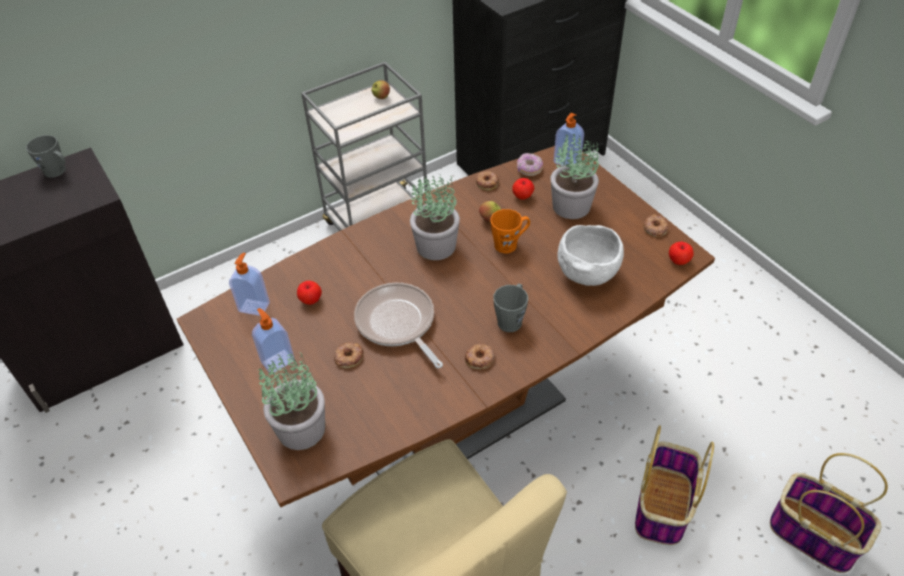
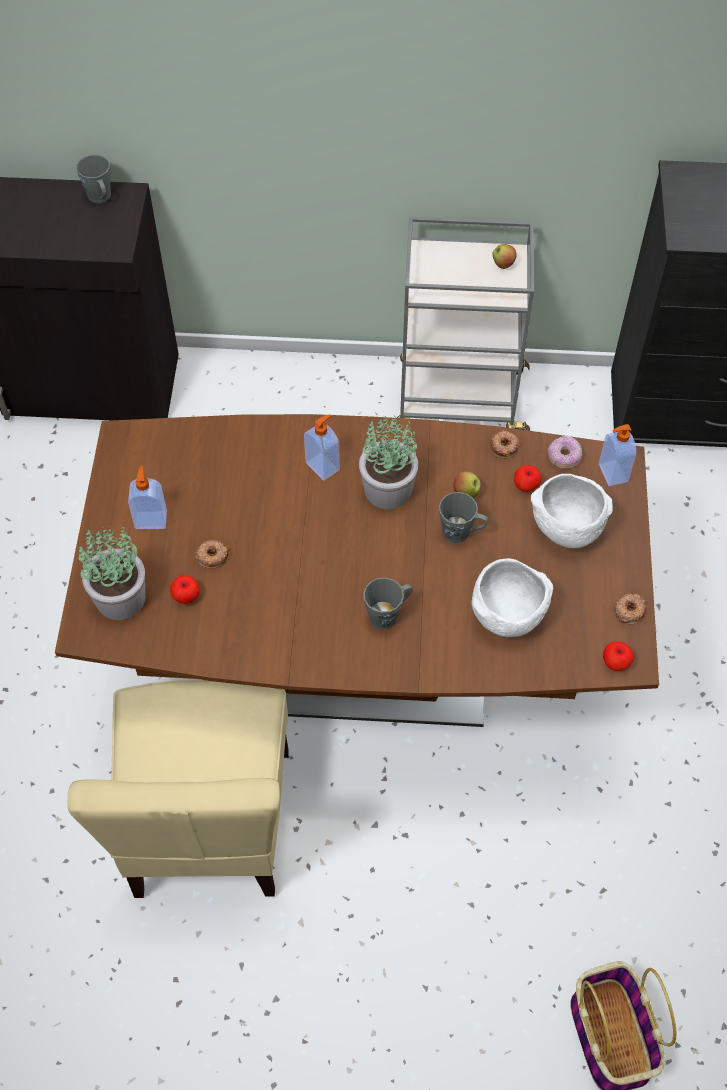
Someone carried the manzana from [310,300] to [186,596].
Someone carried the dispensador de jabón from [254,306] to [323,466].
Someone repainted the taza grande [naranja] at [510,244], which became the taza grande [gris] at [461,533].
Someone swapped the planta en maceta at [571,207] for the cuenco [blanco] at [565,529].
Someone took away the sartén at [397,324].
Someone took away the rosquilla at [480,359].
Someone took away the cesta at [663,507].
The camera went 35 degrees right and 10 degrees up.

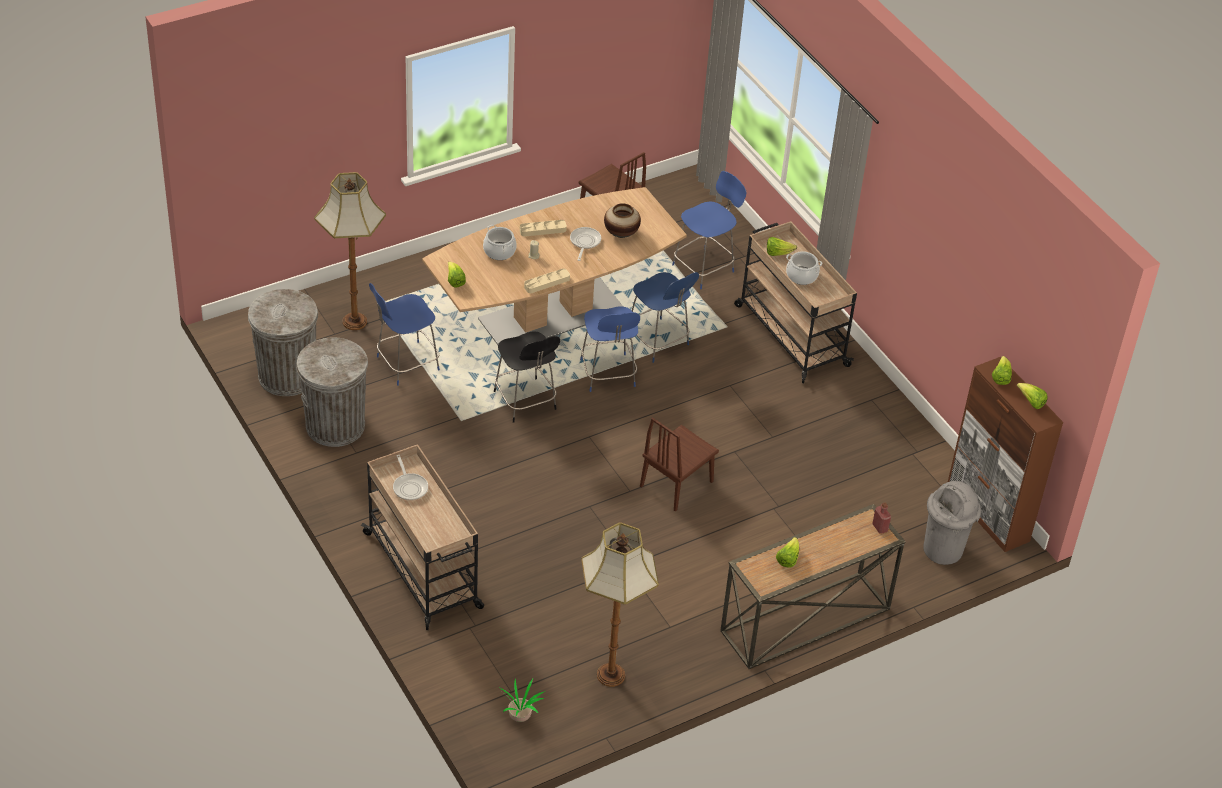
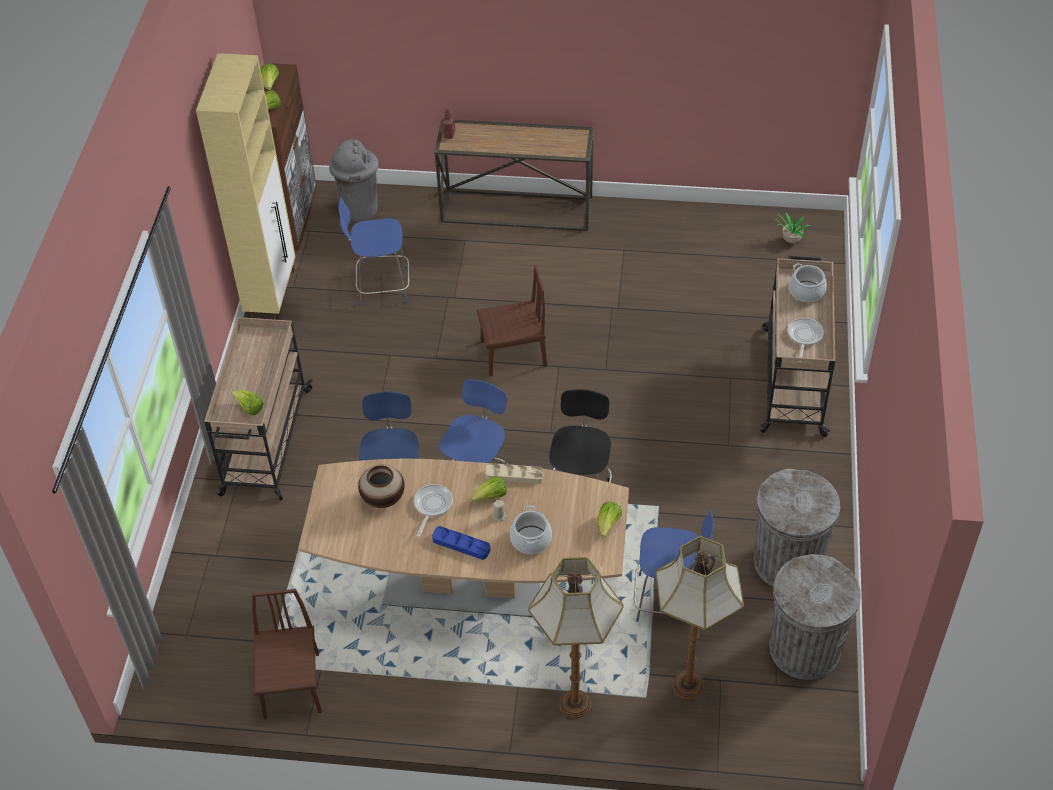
Someone put down the armario [beis] at [272,295].
Someone carried the taburete [azul] from [705,267] to [381,287].
Someone rotated the sartén at [584,242] by 150 degrees clockwise.
Someone repainted the bandeja [beis] at [543,230], which became the bandeja [azul] at [461,545].
Someone carried the lechuga from [788,559] to [491,497].
Someone carried the lámpara de pie from [610,676] to [576,703].
Someone carried the olla from [801,276] to [806,292].
The camera went 140 degrees left and 5 degrees up.

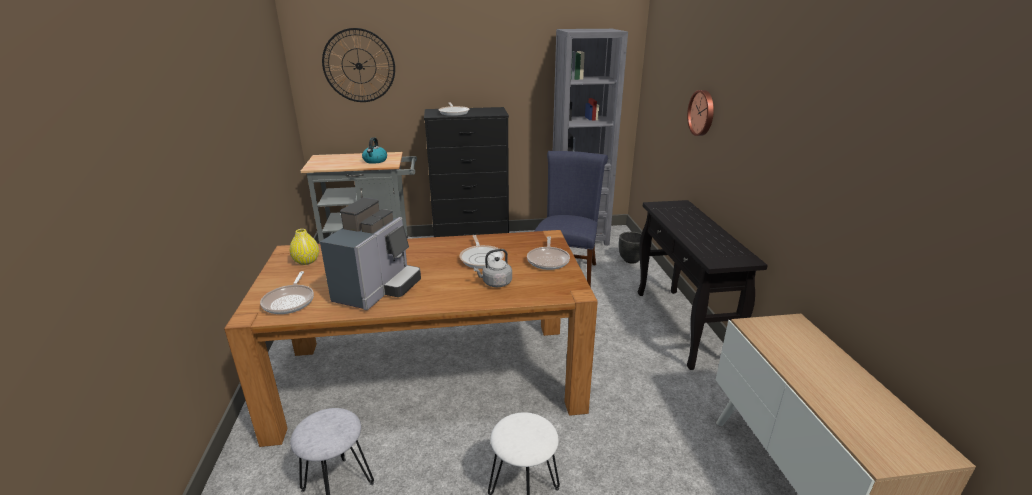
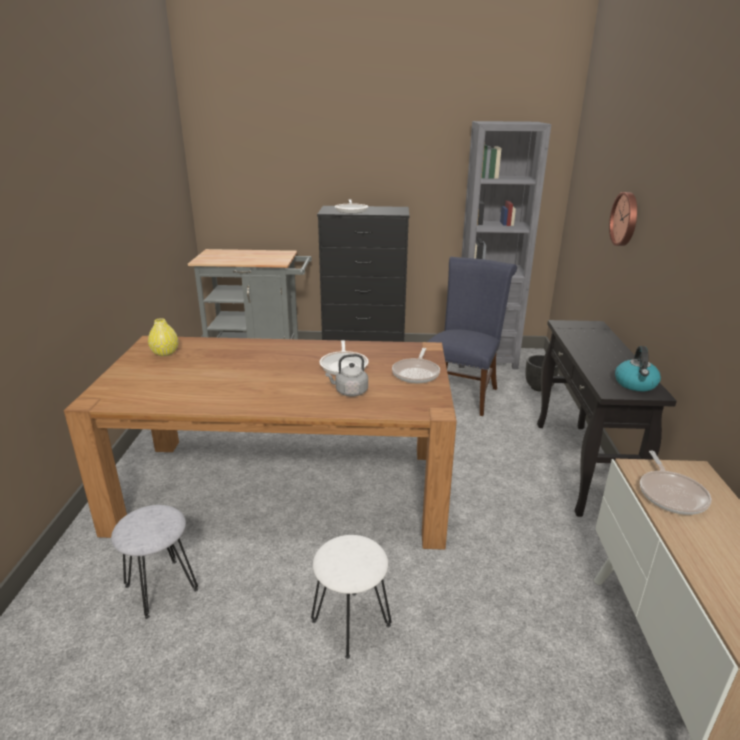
Someone carried the hervidor from [375,161] to [635,384].
Someone carried the sartén from [290,301] to [671,494].
Someone took away the cafetera at [377,289].
Someone took away the reloj de pared at [359,66].
The camera went 10 degrees right and 0 degrees up.

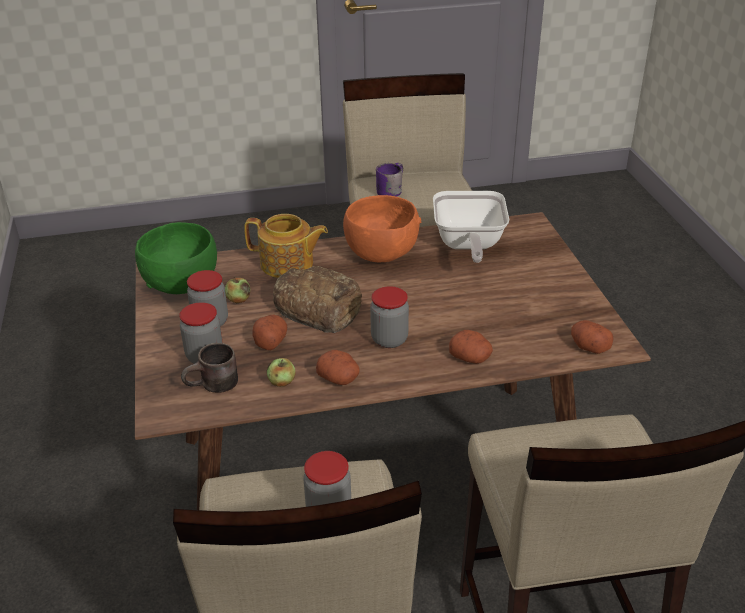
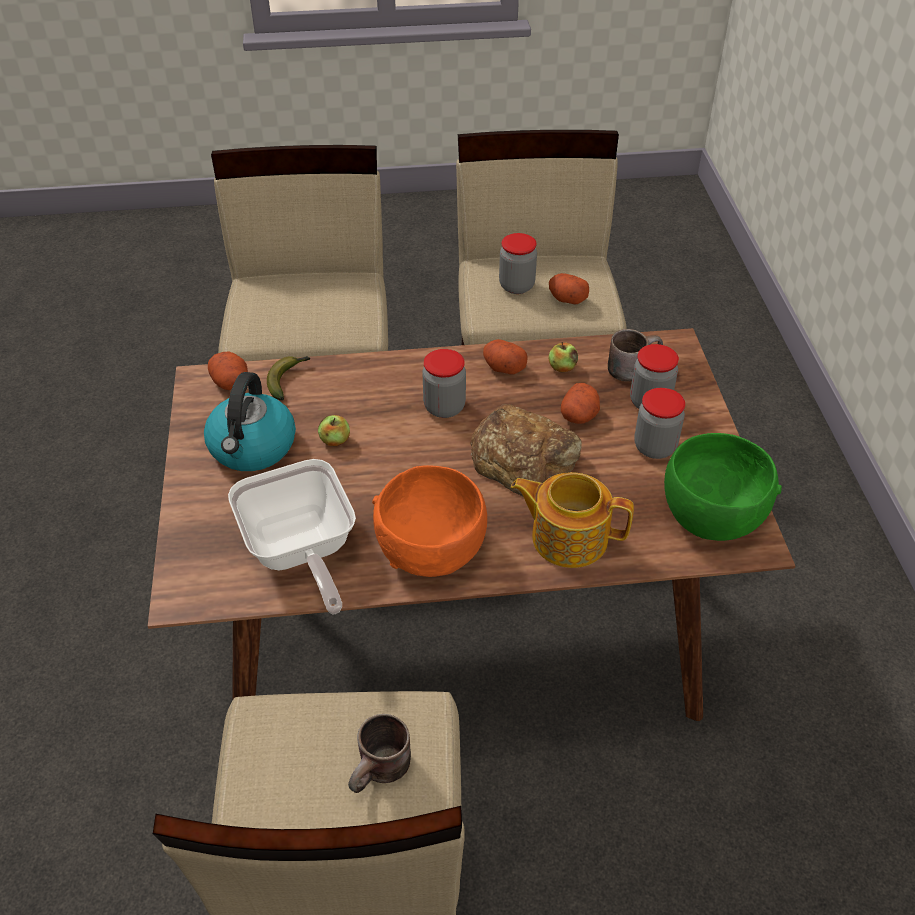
Someone put down the hervidor at [252,447].
Someone rotated the sartén at [468,245] by 150 degrees clockwise.
Someone put down the plátano at [288,380].
Someone carried the manzana from [238,299] to [335,441].
Someone repainted the taza grande [morado] at [389,190], which became the taza grande [marrón] at [383,773].
Someone carried the patata from [471,357] to [566,298].
The camera went 175 degrees left and 10 degrees up.

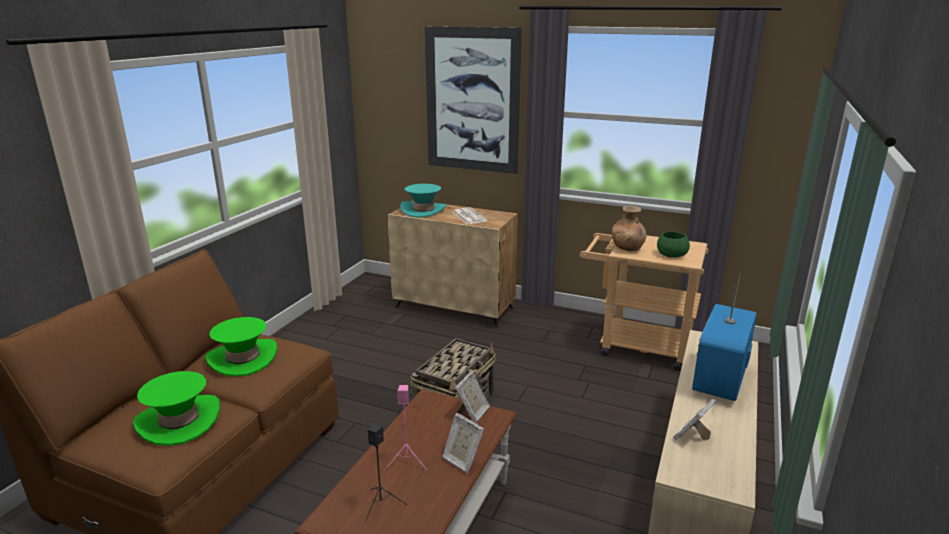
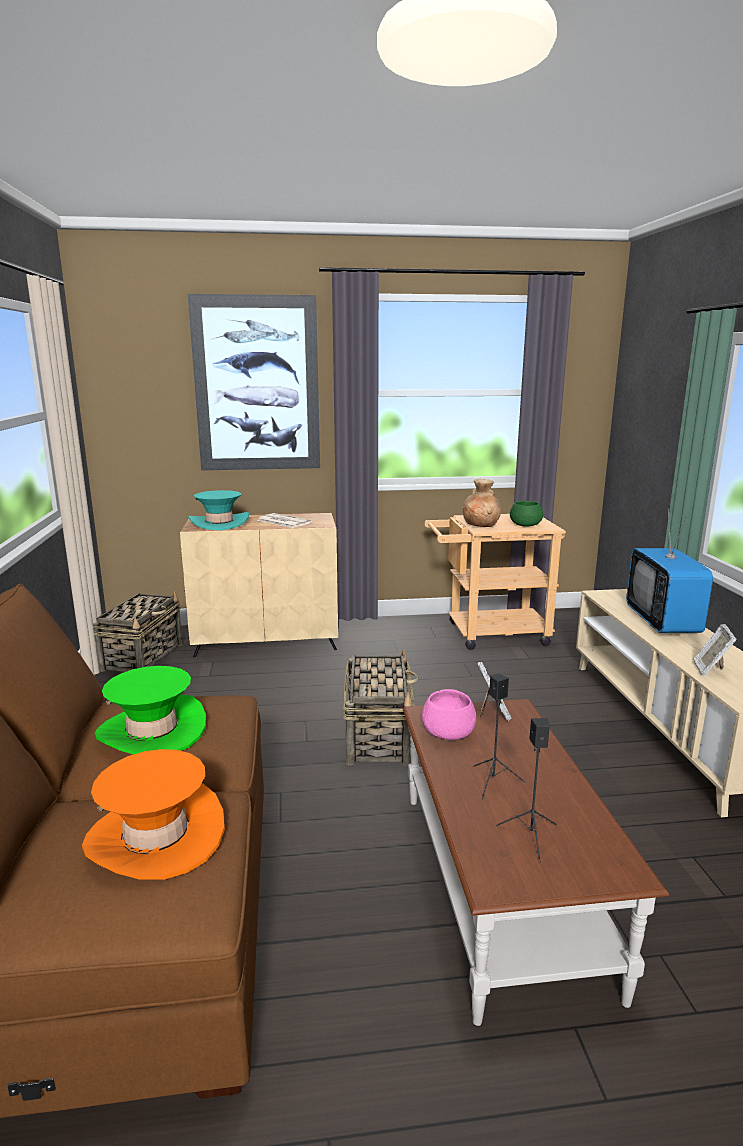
Someone repainted the sombrero [verde] at [179,421], which became the sombrero [naranja] at [156,836].
Someone put down the cesta at [143,656].
Someone put down the cuenco [rosa] at [448,732].
Someone repainted the altavoz [rosa] at [407,461], which became the altavoz [negro] at [494,781].
Someone took away the portarretratos at [462,460].
The camera went 30 degrees left and 5 degrees down.

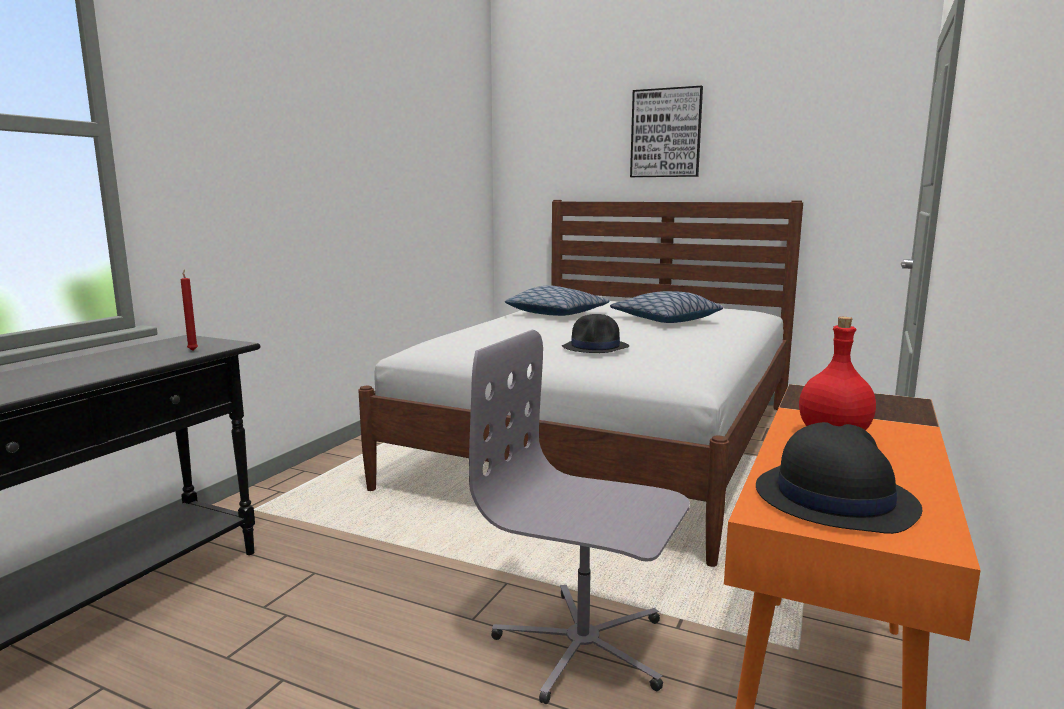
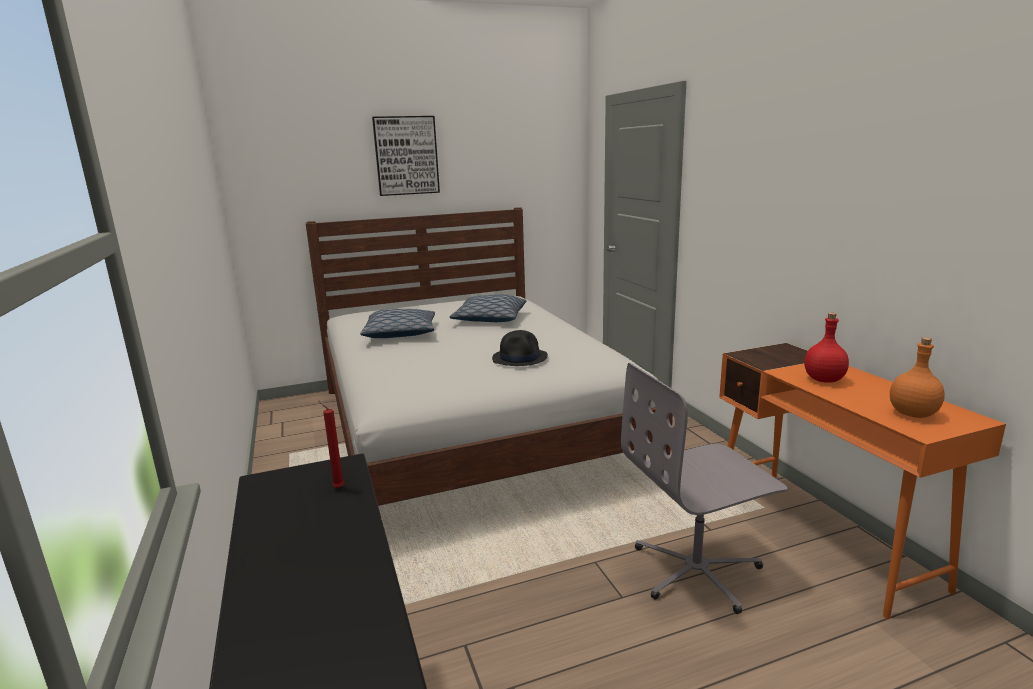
Someone swapped the sombrero [negro] at [833,498] for the botella [naranja] at [912,414].
The camera went 45 degrees left and 5 degrees up.

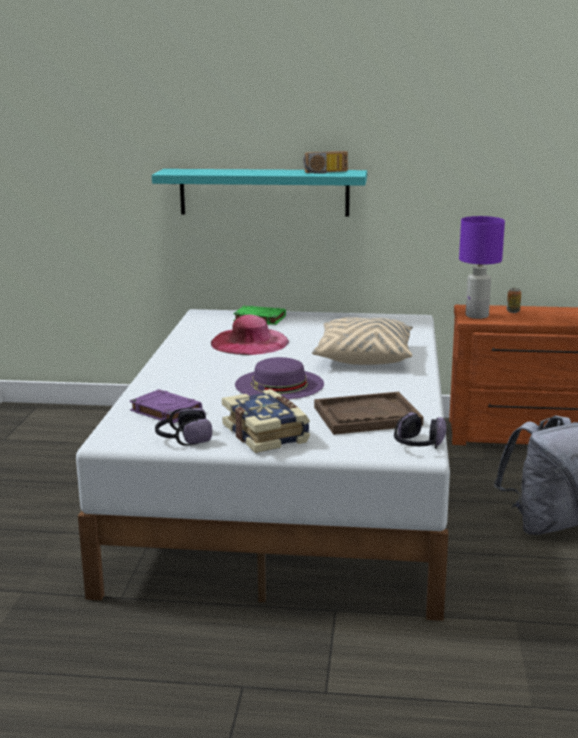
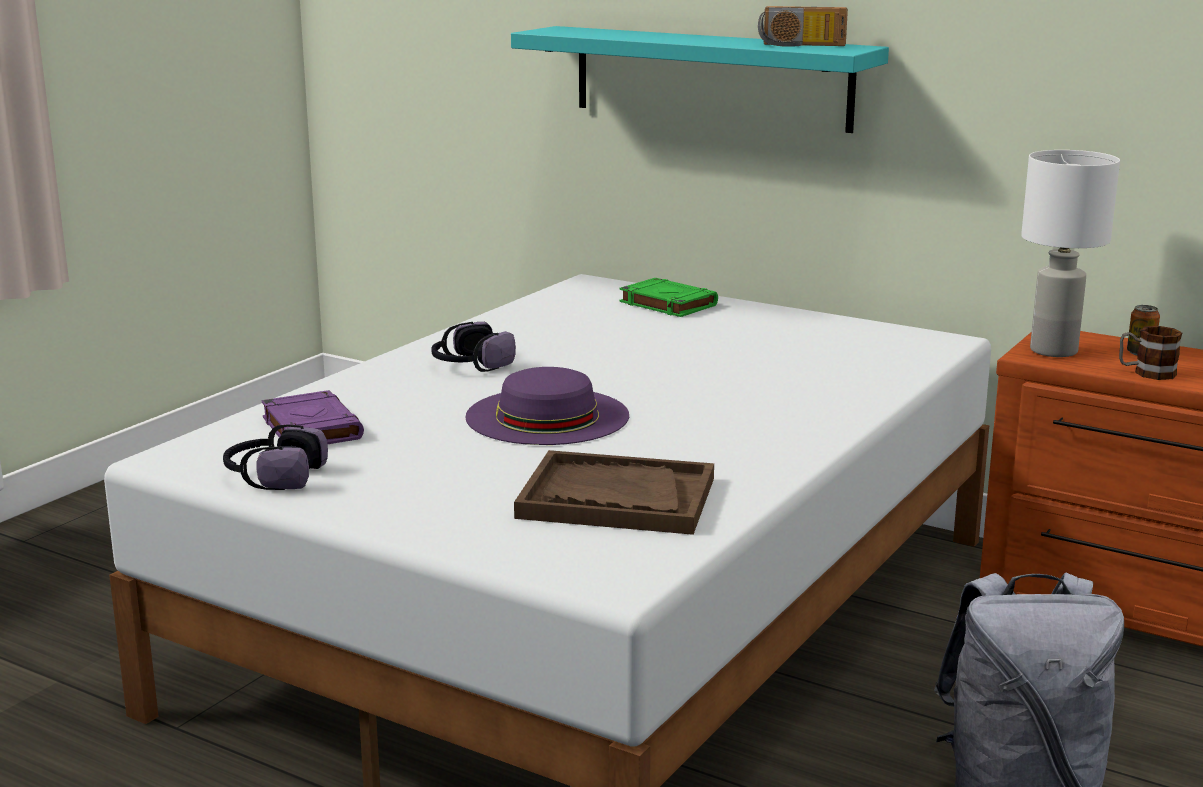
Someone carried the auriculares from [417,445] to [470,365].
Someone repainted the lámpara de mesa [morado] at [476,316], which became the lámpara de mesa [blanco] at [1053,351].
Someone put down the taza grande at [1146,373].
Someone took away the sombrero [rosa] at [249,342].
Someone took away the libro at [267,434].
Someone took away the cojín [beis] at [364,357].
The camera went 25 degrees right and 0 degrees up.

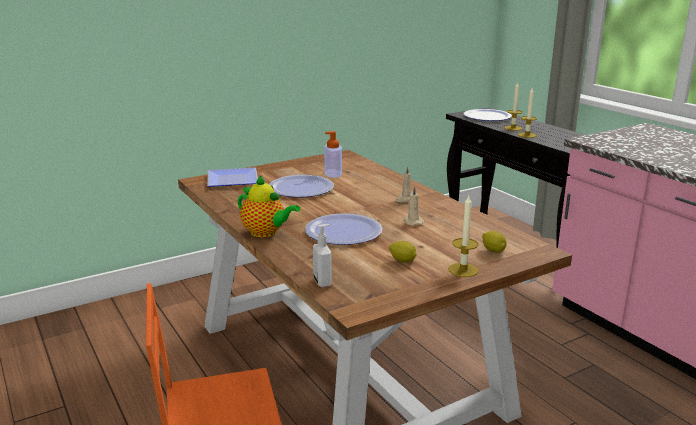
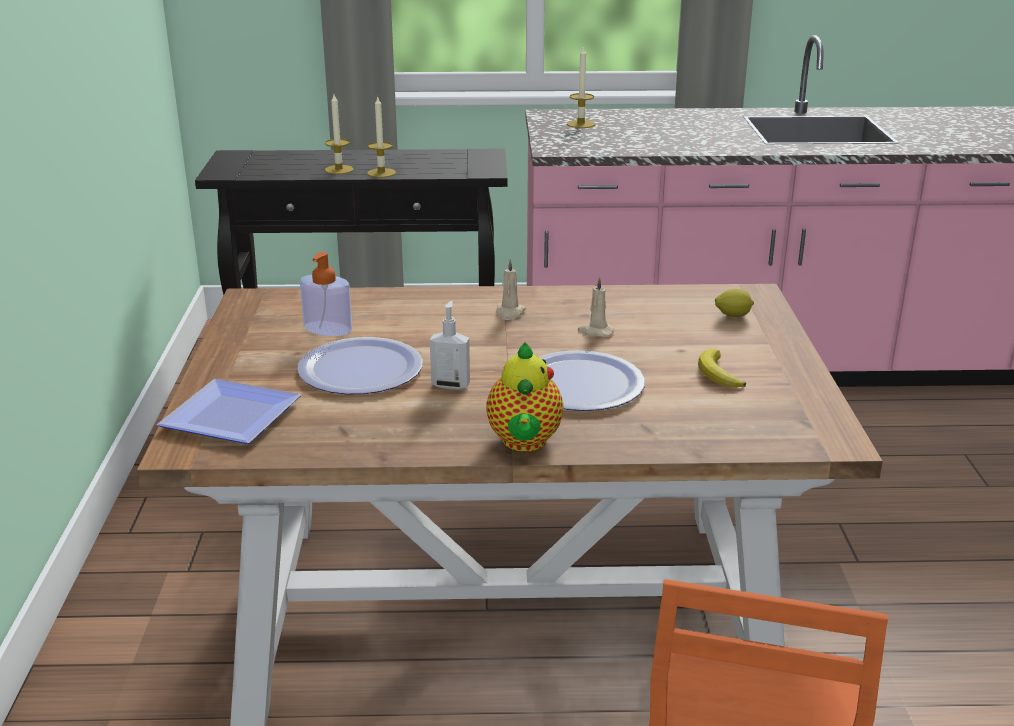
Someone carried the dispensador de jabón from [323,282] to [451,385].
Someone rotated the tetera at [266,233] by 120 degrees clockwise.
Someone carried the vela from [463,270] to [581,124].
Someone swapped the limón at [402,261] for the plátano at [717,374].
Someone took away the plato at [487,116].
The camera went 60 degrees left and 5 degrees up.

